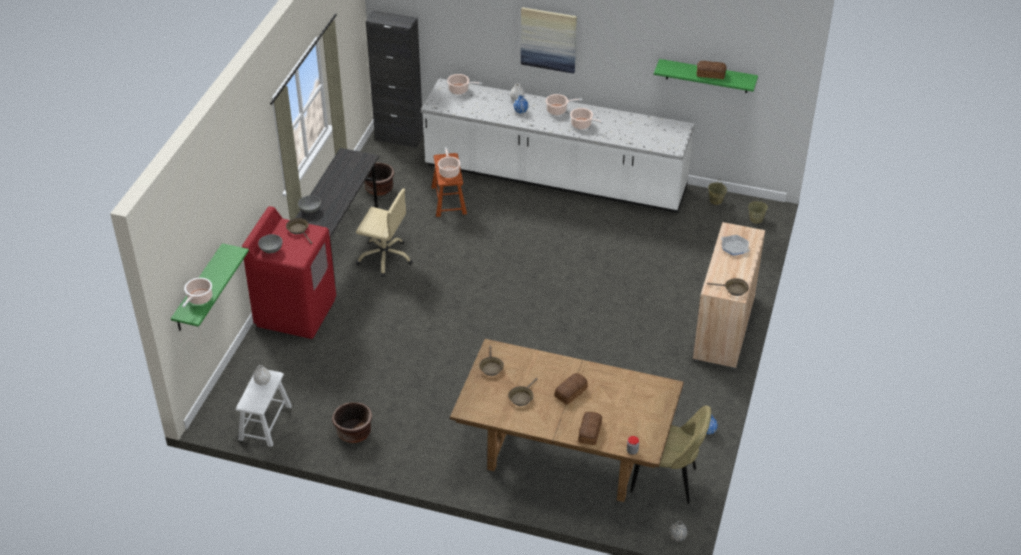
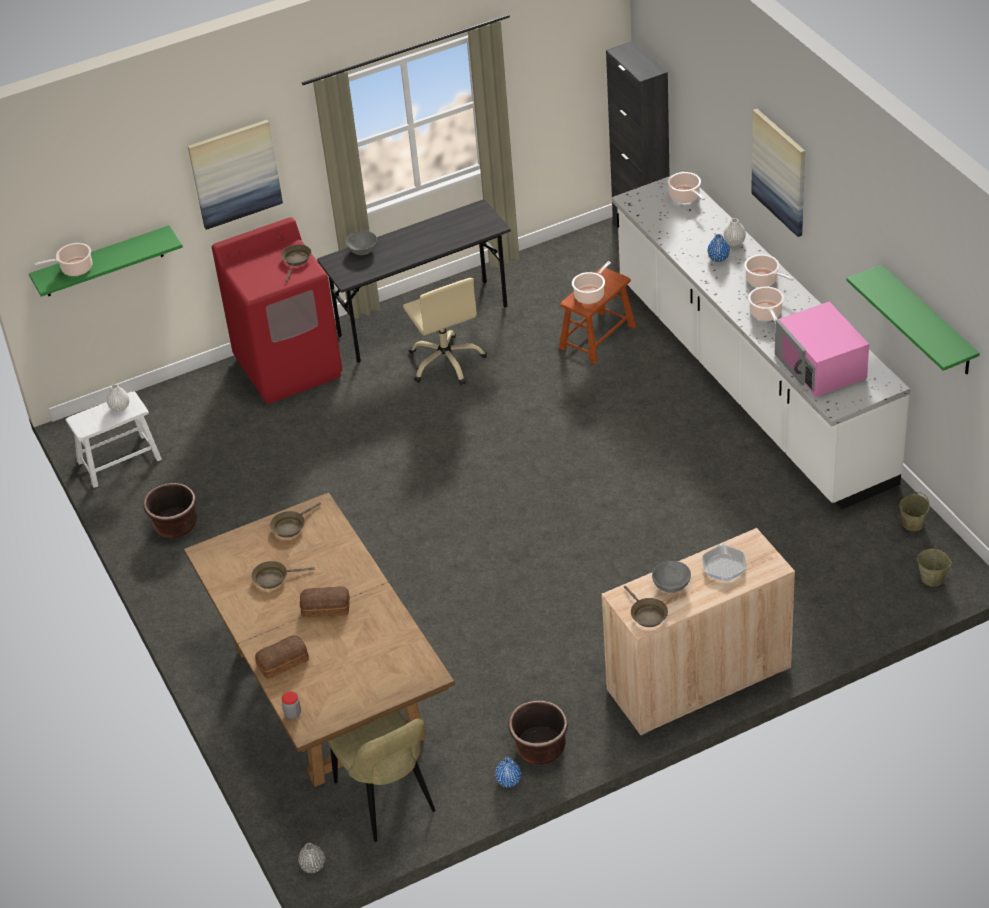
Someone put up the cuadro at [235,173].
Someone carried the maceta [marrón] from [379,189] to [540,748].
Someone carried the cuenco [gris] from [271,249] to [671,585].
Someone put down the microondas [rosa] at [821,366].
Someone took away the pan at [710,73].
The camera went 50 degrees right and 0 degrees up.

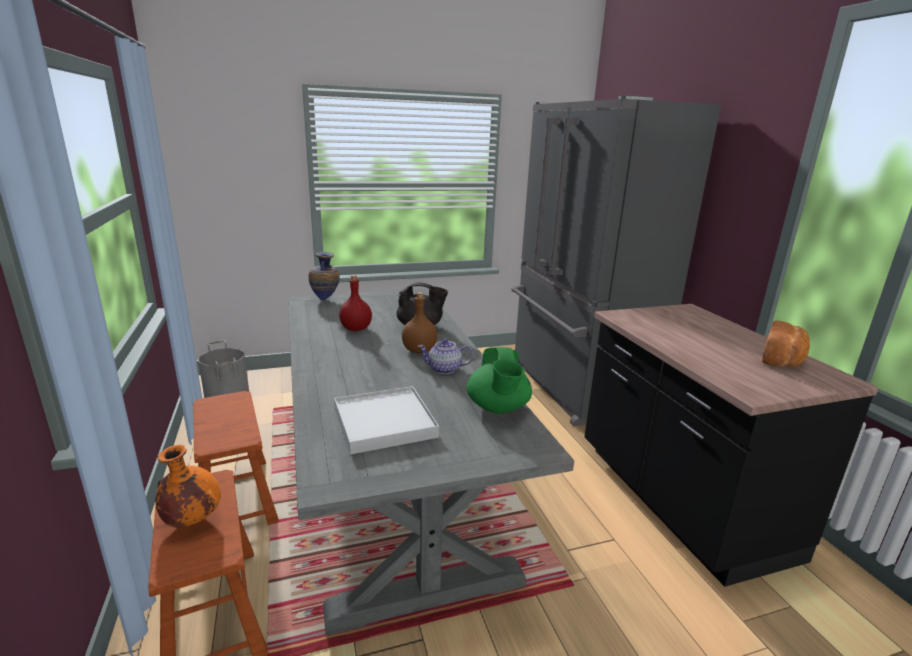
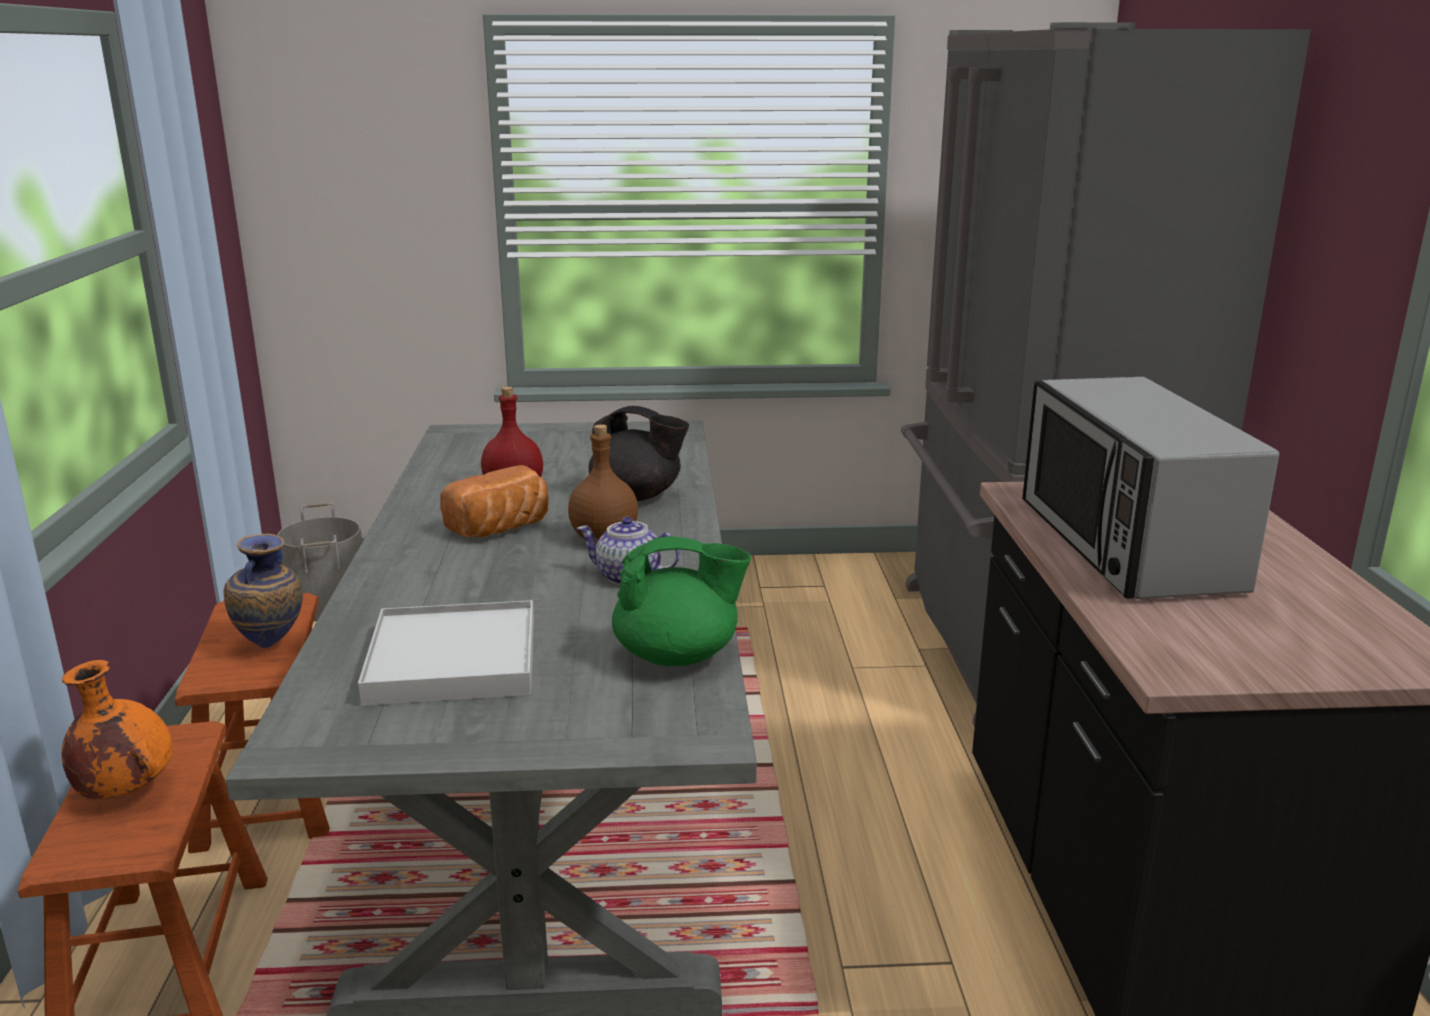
Someone carried the florero from [325,300] to [272,648].
Someone carried the pan from [783,359] to [502,529].
Someone rotated the tetera [verde] at [498,408] by 105 degrees counterclockwise.
Someone put down the microondas at [1125,545].
The camera went 15 degrees right and 0 degrees up.

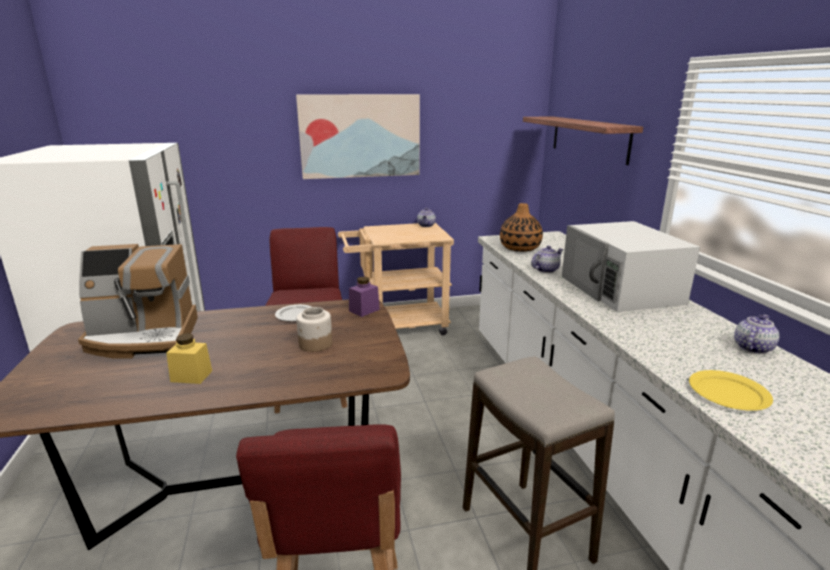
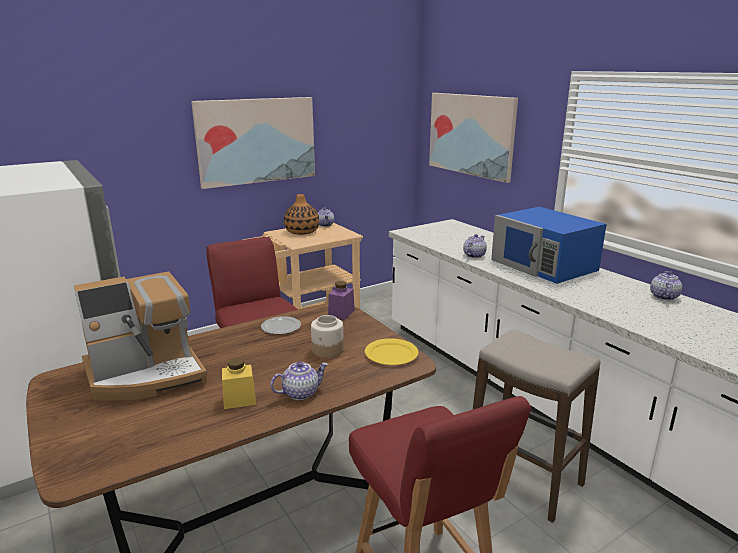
Someone put down the tetera at [300,393].
Someone carried the florero from [520,248] to [302,232].
Someone carried the plato [amarillo] from [728,393] to [391,354].
Someone swapped the estante at [589,138] for the cuadro at [471,134].
Someone repainted the microondas [blanco] at [621,290], which became the microondas [azul] at [544,265].
The camera went 20 degrees left and 0 degrees up.

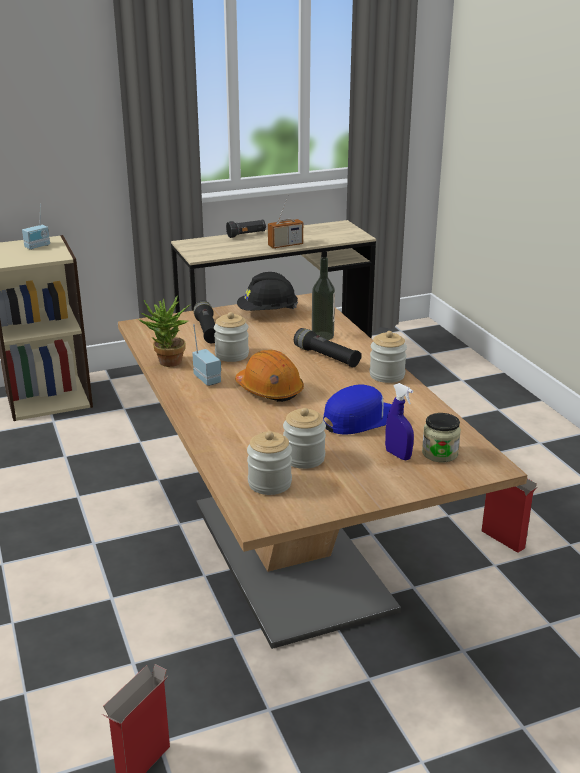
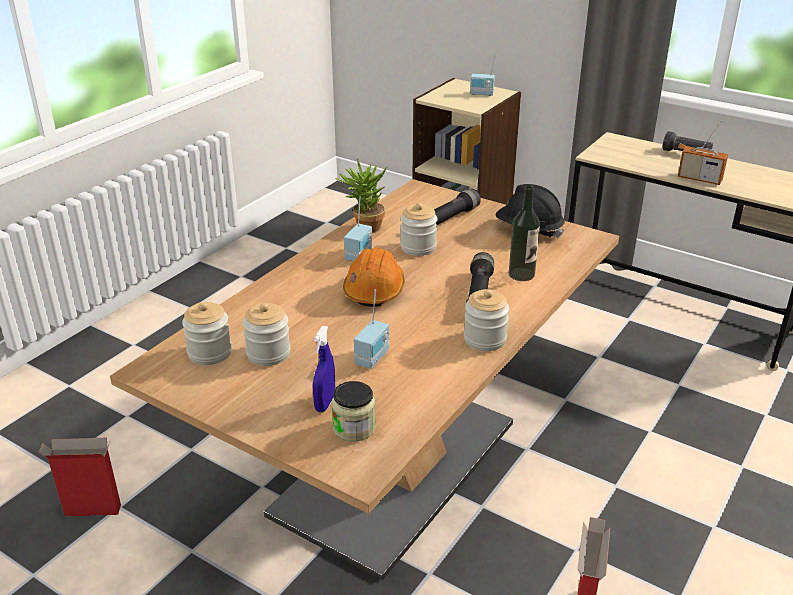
Someone swapped the gorra [azul] at [362,419] for the radio at [373,358].
The camera went 55 degrees right and 5 degrees up.

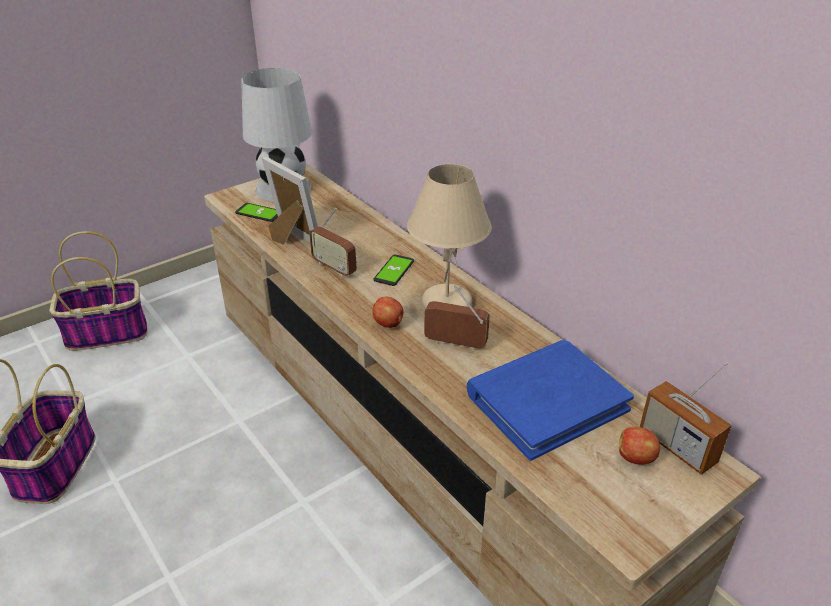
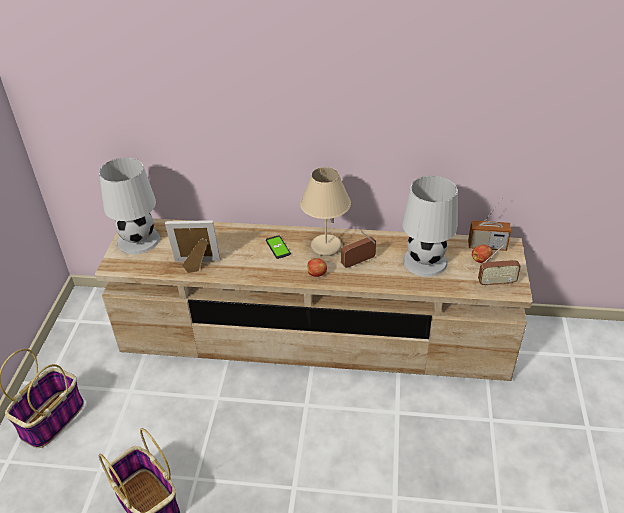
Someone swapped the libro [azul] at [546,401] for the lámpara de mesa [blanco] at [425,261].
Someone carried the radio from [334,268] to [496,283].
Someone took away the móvil at [259,213].
The camera went 45 degrees left and 5 degrees up.

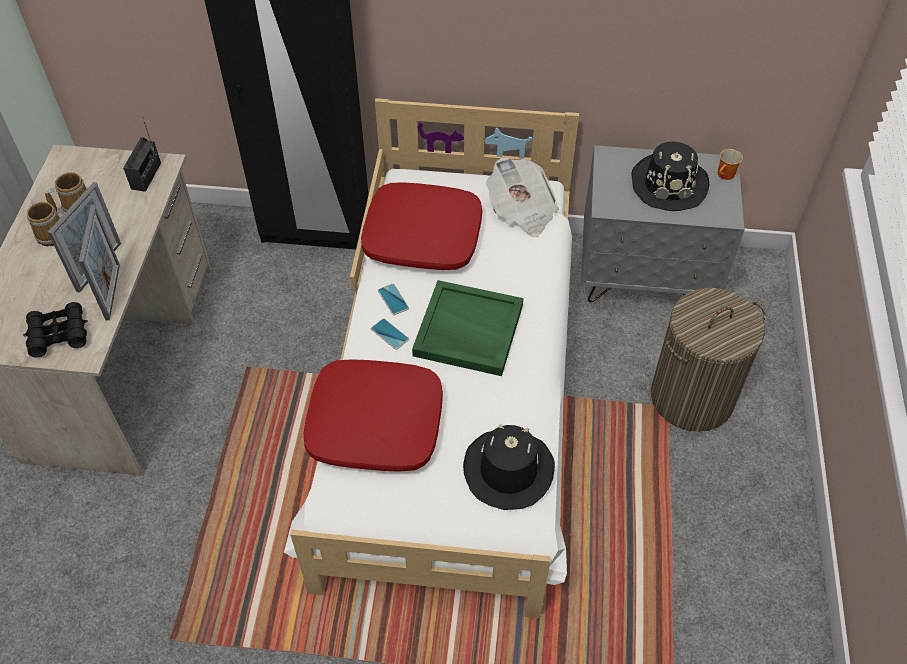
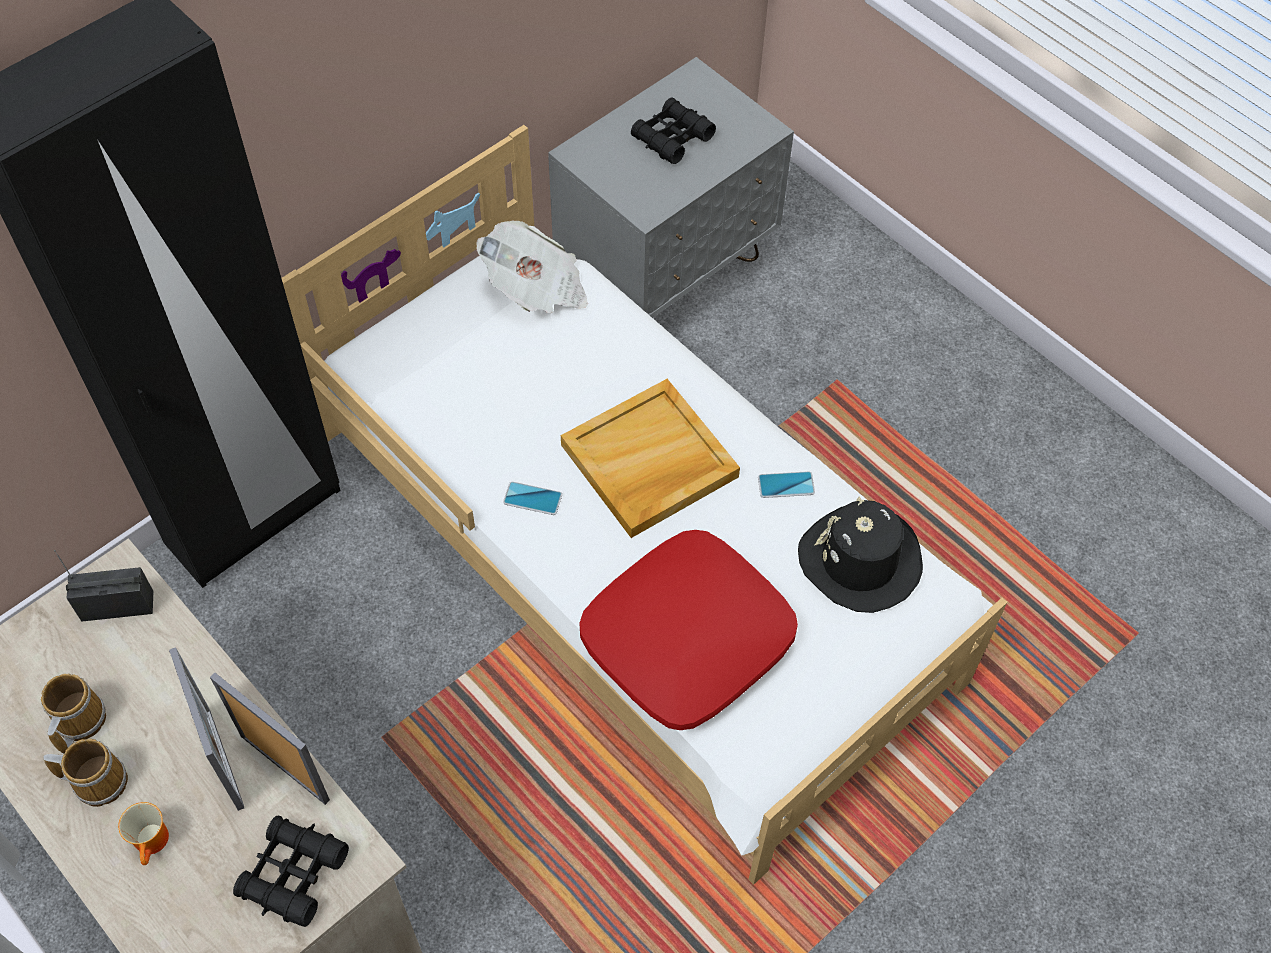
Someone rotated the radio at [146,176] by 60 degrees counterclockwise.
Someone carried the taza grande from [726,175] to [154,842].
Someone repainted the bandeja [verde] at [467,331], which became the bandeja [beis] at [649,462].
Someone swapped the sombrero [negro] at [669,184] for the prismáticos [negro] at [672,138].
Someone carried the móvil from [389,334] to [786,485].
Someone took away the cojín [rojo] at [423,236].
Someone took away the cesto de la ropa at [691,397].
The camera went 50 degrees left and 5 degrees up.

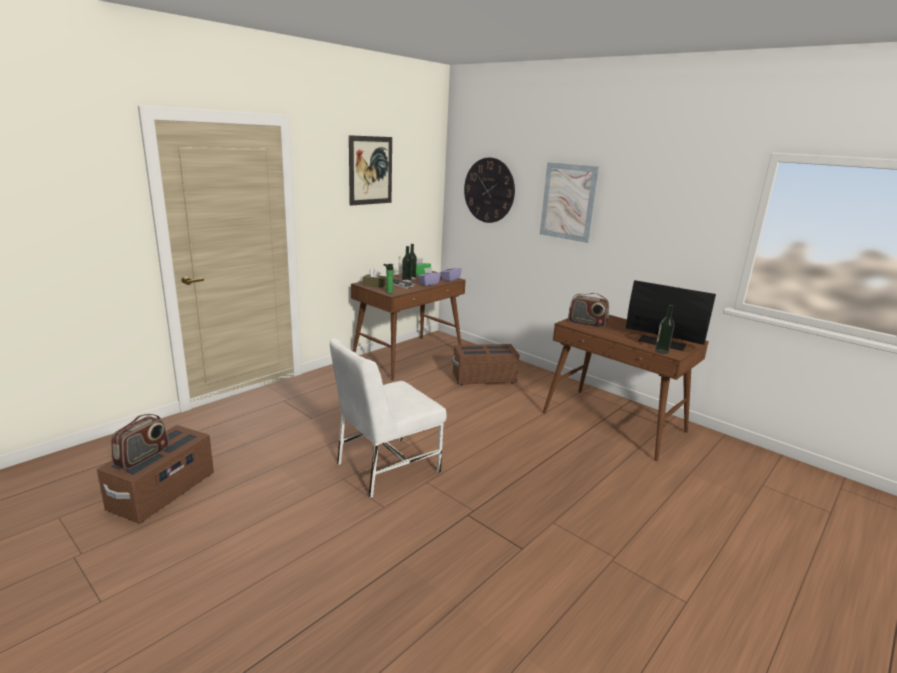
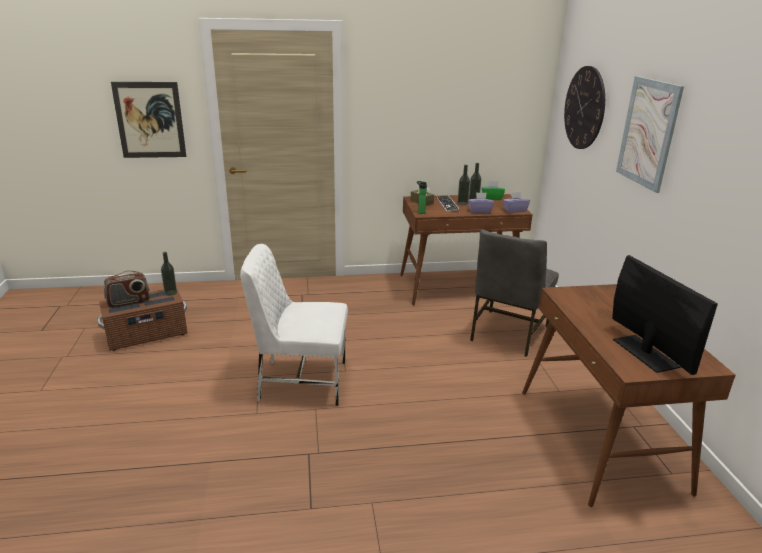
Someone carried the cuadro from [370,170] to [150,120].
Someone carried the botella from [661,351] to [170,293].
Someone swapped the caja de almacenaje [marrón] at [483,378] for the silla [gris] at [507,333].
Someone took away the radio at [587,324].
The camera went 40 degrees right and 5 degrees up.

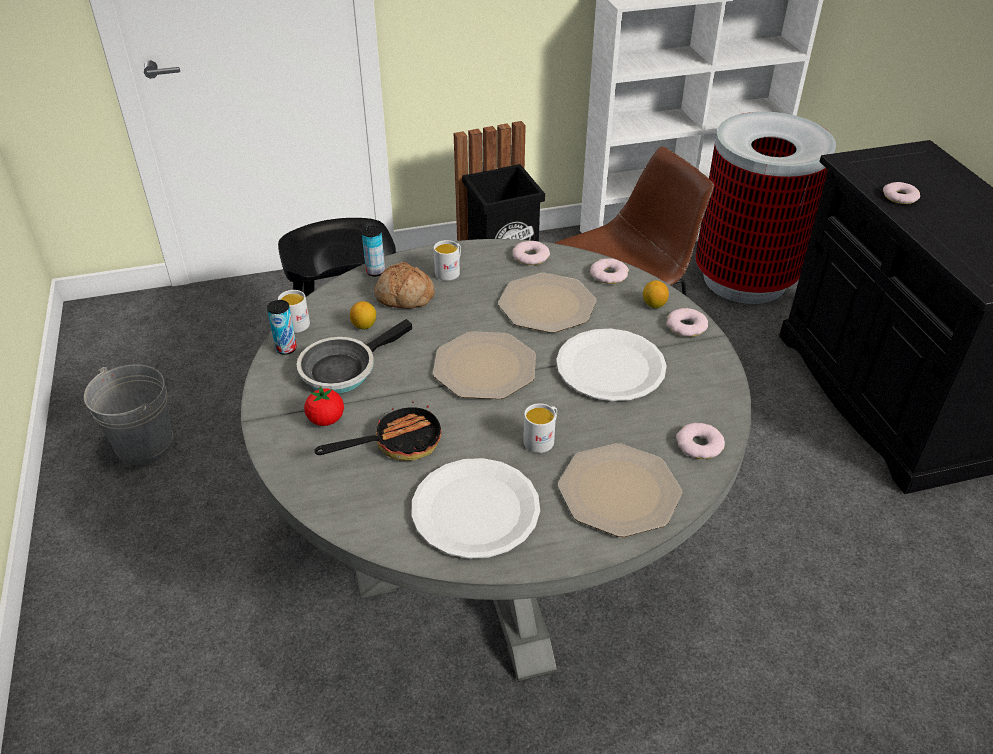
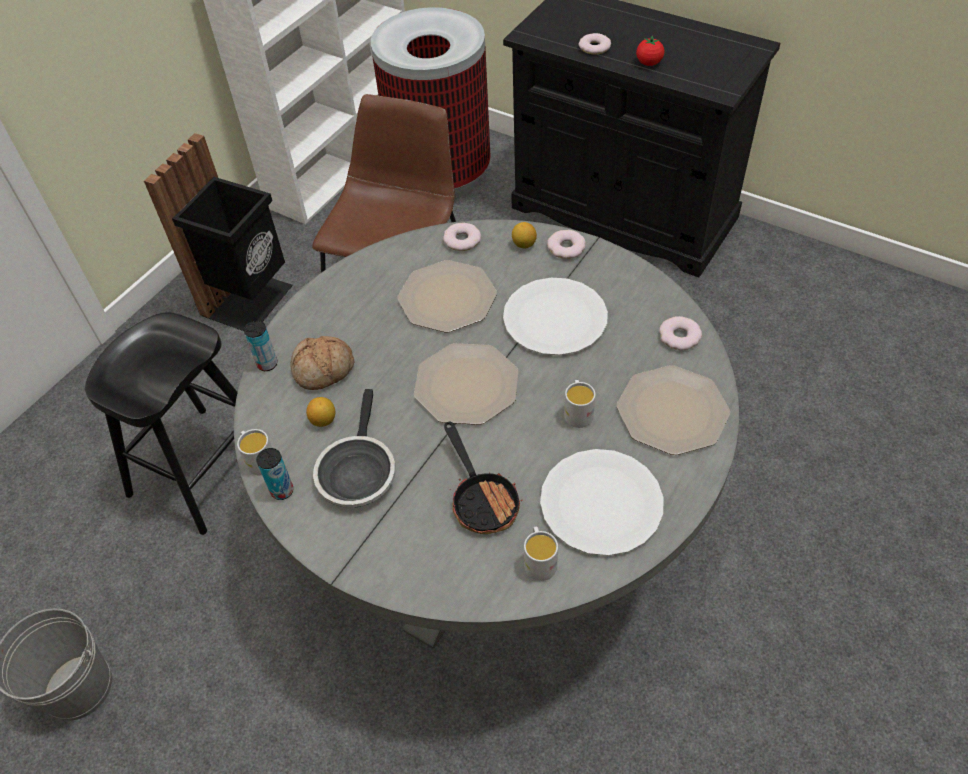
Someone rotated the sartén at [397,443] by 135 degrees clockwise.
Someone carried the taza grande [blanco] from [450,271] to [539,560].
Someone carried the tomate from [326,420] to [649,63].
Someone took away the rosquilla at [530,256].
The camera went 40 degrees left and 10 degrees up.

